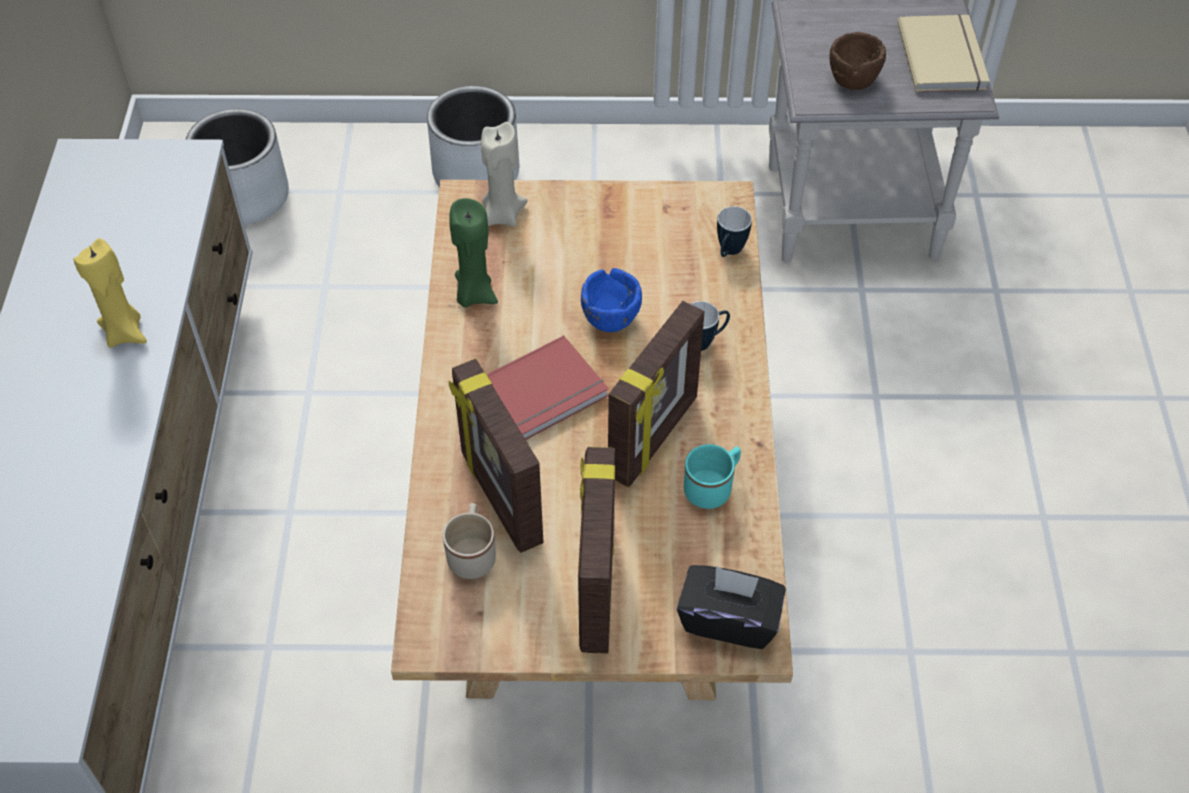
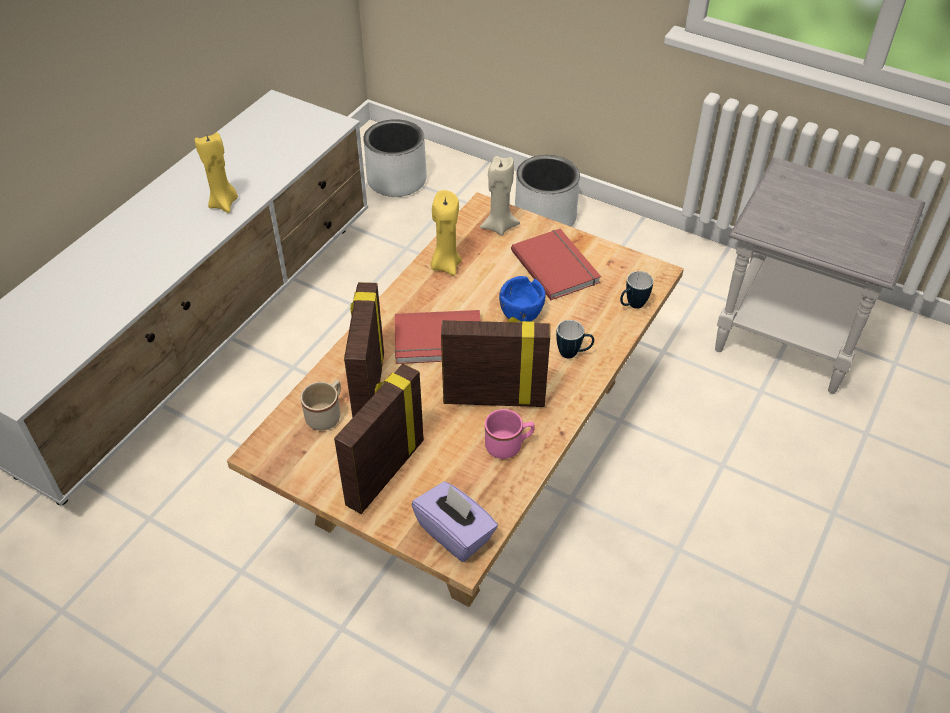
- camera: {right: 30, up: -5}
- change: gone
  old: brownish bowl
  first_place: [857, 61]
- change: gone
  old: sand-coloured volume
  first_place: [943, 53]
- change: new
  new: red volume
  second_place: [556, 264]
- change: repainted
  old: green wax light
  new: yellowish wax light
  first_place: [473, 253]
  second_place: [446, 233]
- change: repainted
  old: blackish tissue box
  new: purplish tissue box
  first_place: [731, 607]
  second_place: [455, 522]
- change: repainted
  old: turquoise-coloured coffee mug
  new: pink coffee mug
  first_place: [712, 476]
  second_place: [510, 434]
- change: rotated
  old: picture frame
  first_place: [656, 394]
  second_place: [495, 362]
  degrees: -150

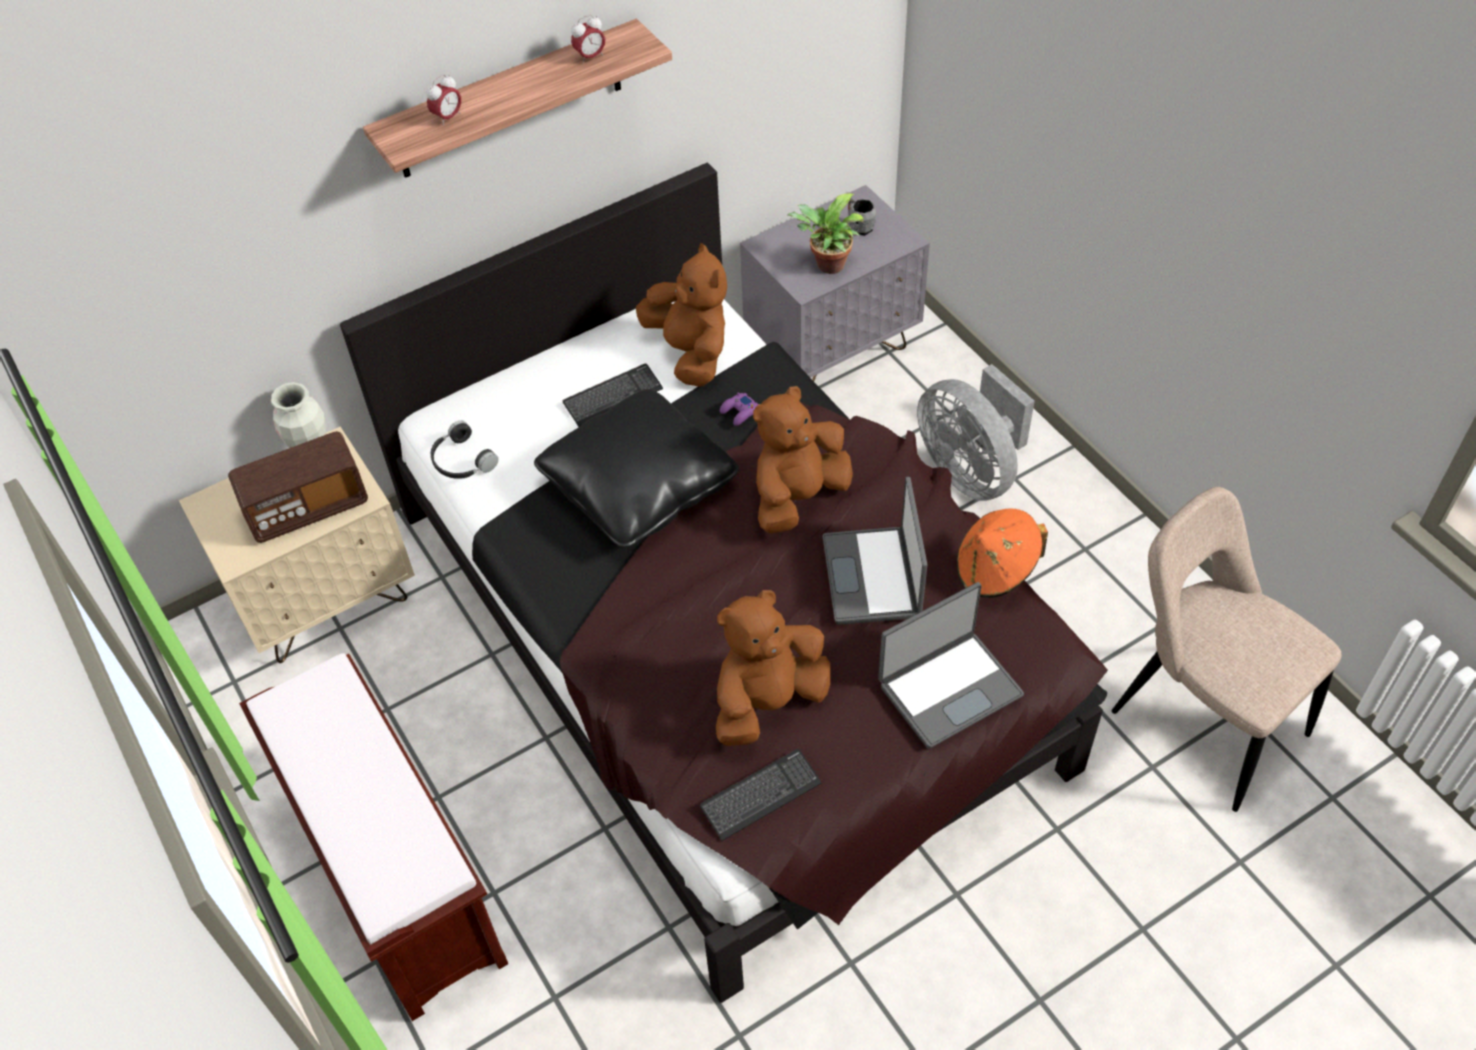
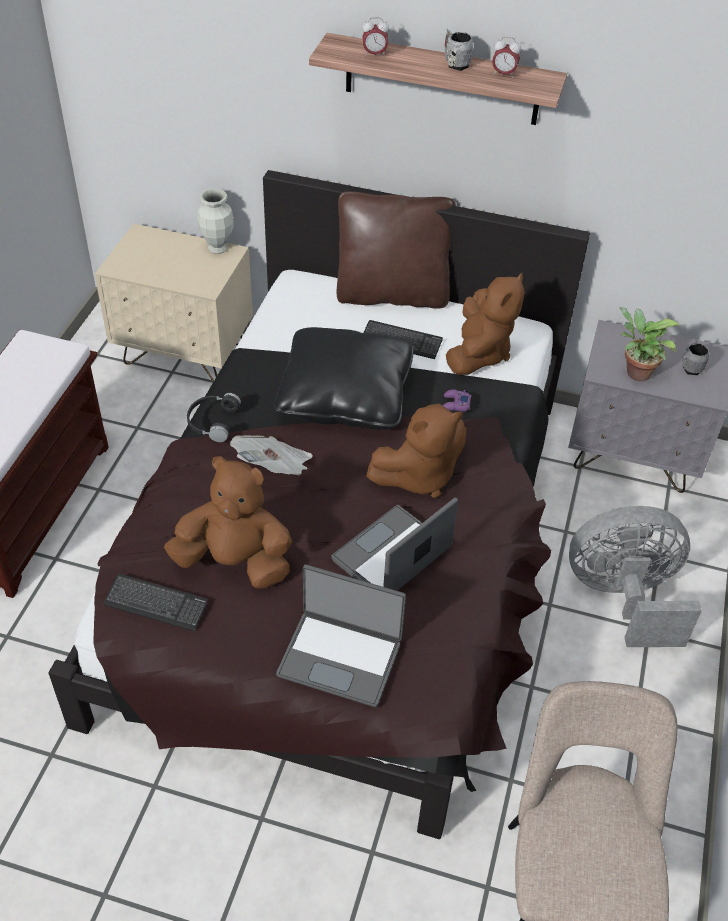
- camera: {right: 45, up: -5}
- change: gone
  old: radio receiver
  first_place: [298, 487]
- change: gone
  old: orangey hat
  first_place: [1002, 553]
- change: new
  new: printed paper
  second_place: [271, 455]
- change: new
  new: brownish throw pillow
  second_place: [396, 250]
- change: new
  new: grey coffee mug
  second_place: [459, 50]
- change: shifted
  old: blackish headset
  first_place: [464, 450]
  second_place: [214, 417]
- change: rotated
  old: brownish cuddly toy
  first_place: [803, 460]
  second_place: [416, 451]
  degrees: 150
- change: rotated
  old: grey fan
  first_place: [976, 432]
  second_place: [635, 576]
  degrees: 75

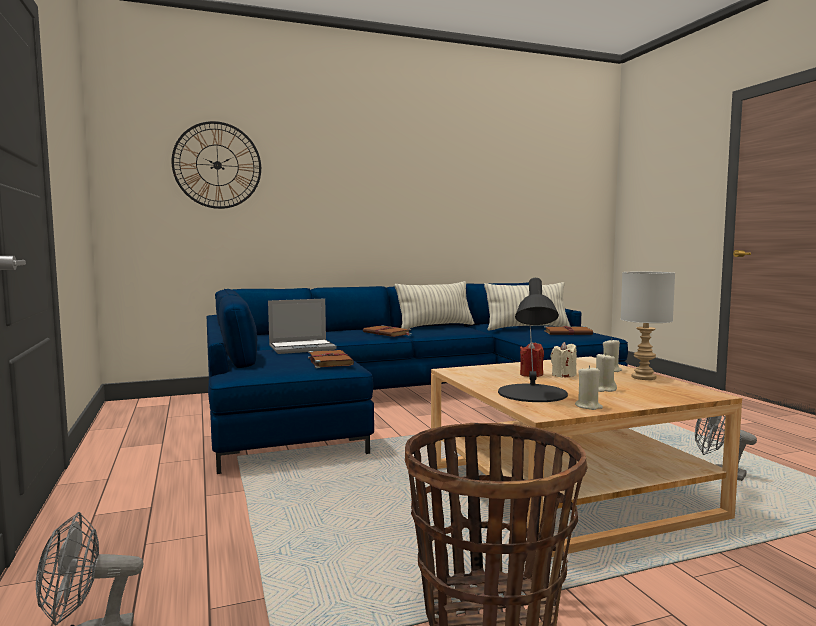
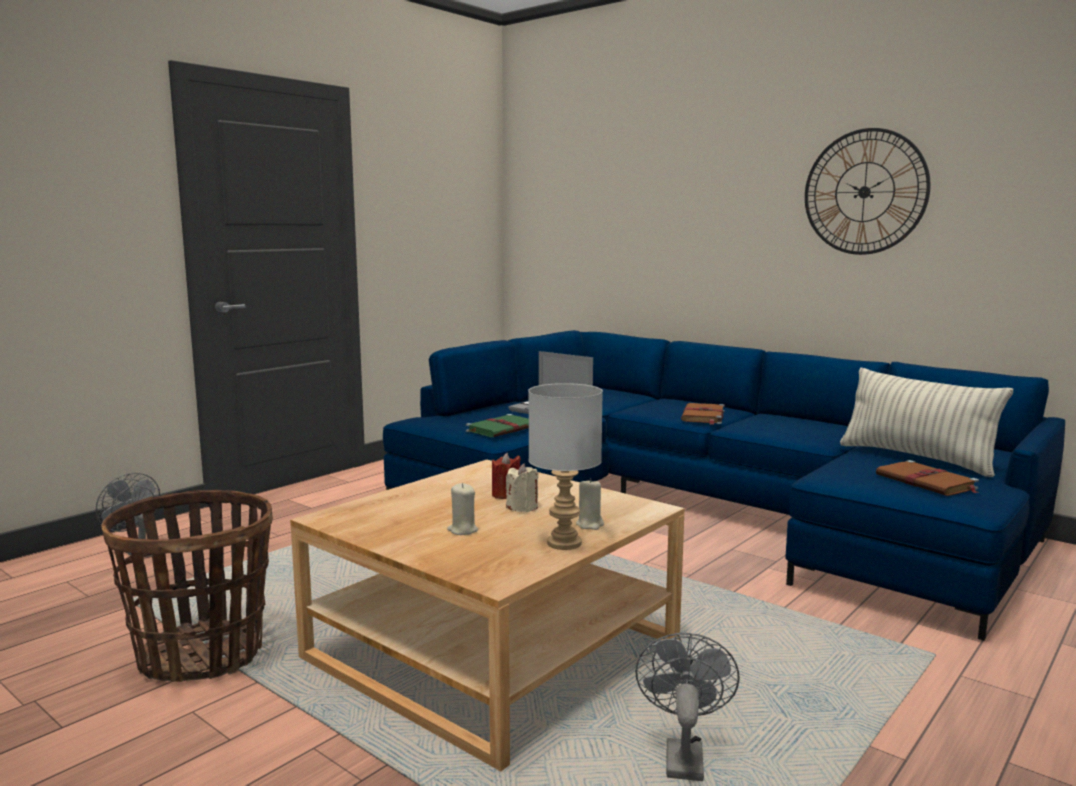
- camera: {right: 60, up: 5}
- change: gone
  old: throw pillow
  first_place: [434, 305]
- change: gone
  old: blackish tabletop lamp
  first_place: [533, 340]
- change: gone
  old: sand-coloured wax light
  first_place: [589, 387]
- change: shifted
  old: wall clock
  first_place: [216, 165]
  second_place: [868, 191]
- change: repainted
  old: brownish volume
  new: green volume
  first_place: [331, 359]
  second_place: [497, 426]

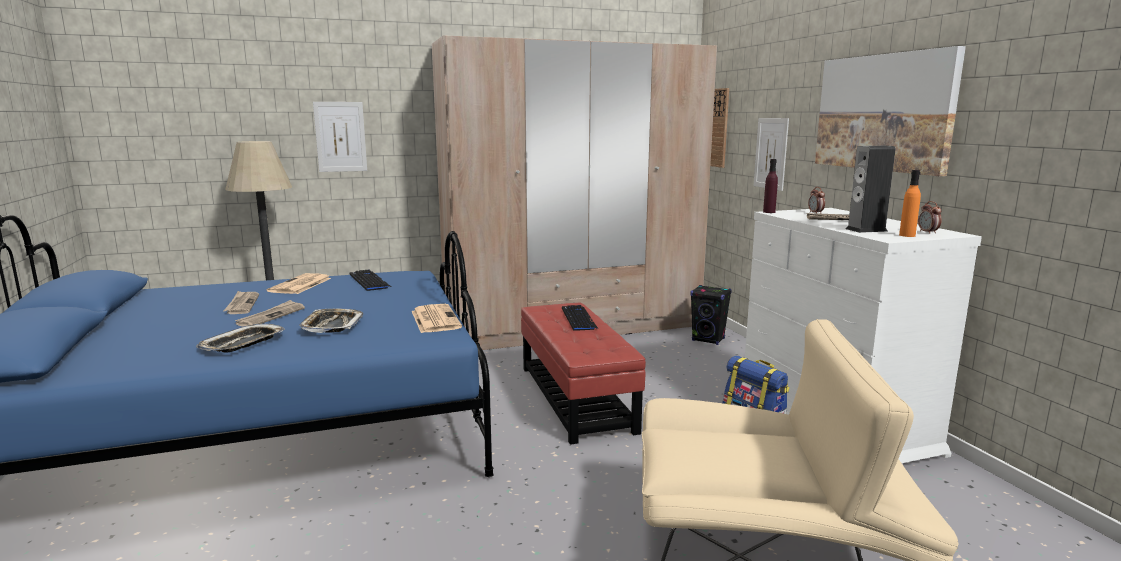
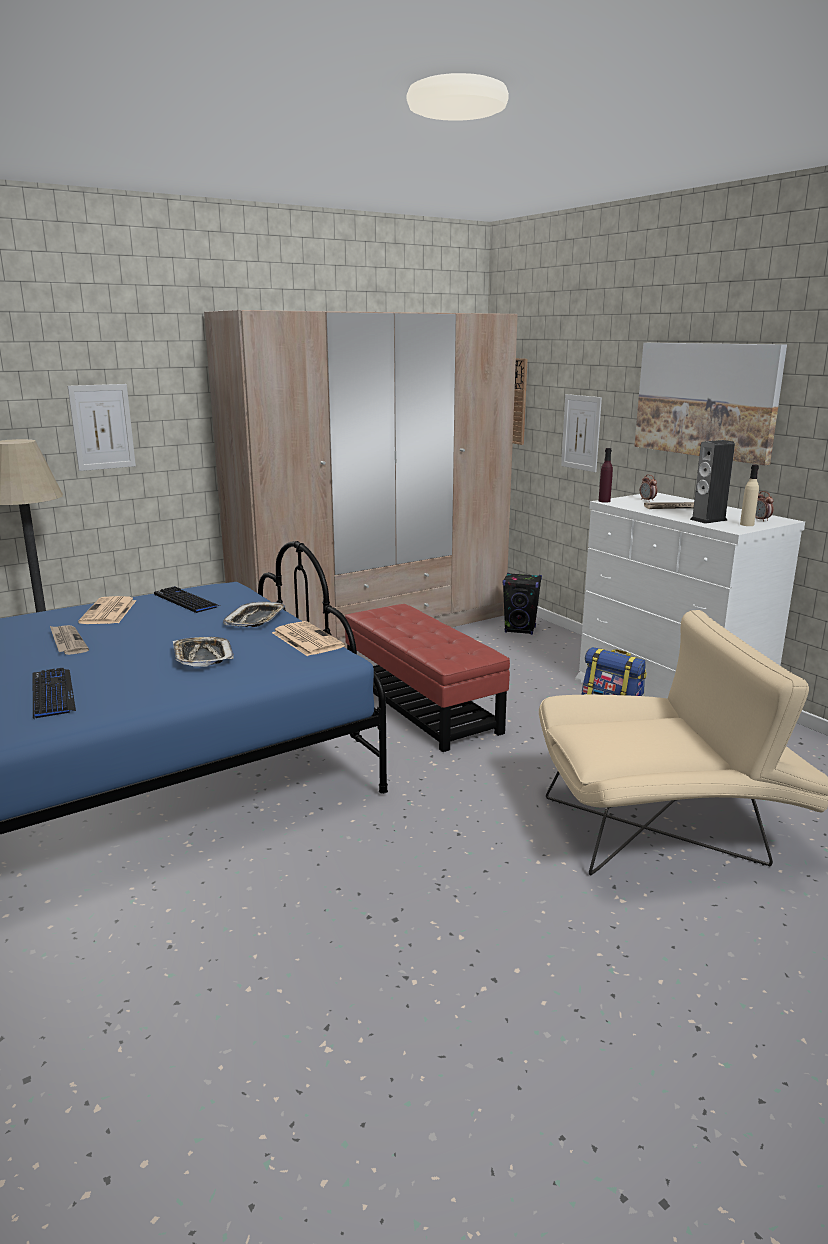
- camera: {right: -15, up: 5}
- change: gone
  old: printed paper
  first_place: [270, 313]
- change: shifted
  old: tray
  first_place: [240, 338]
  second_place: [254, 614]
- change: shifted
  old: computer keyboard
  first_place: [580, 318]
  second_place: [54, 693]
- change: repainted
  old: orangey beverage bottle
  new: sand-coloured beverage bottle
  first_place: [910, 203]
  second_place: [749, 495]

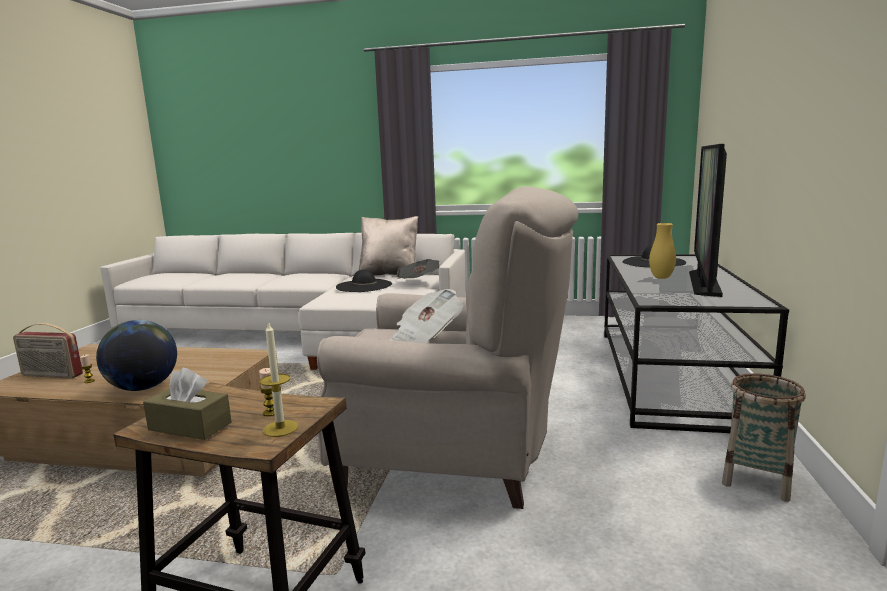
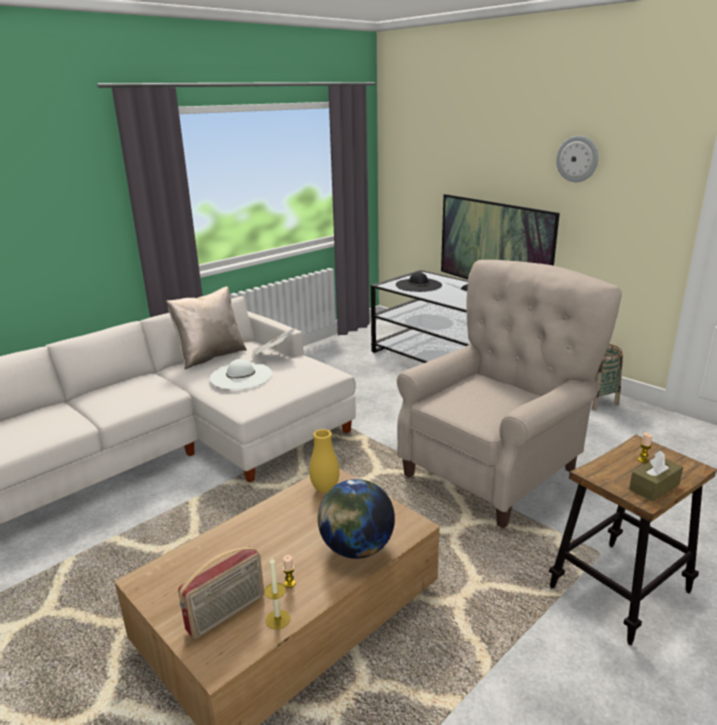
- camera: {right: -55, up: 10}
- change: gone
  old: printed paper
  first_place: [426, 316]
- change: new
  new: wall clock
  second_place: [577, 159]
- change: shifted
  old: wax light
  first_place: [279, 379]
  second_place: [277, 593]
- change: shifted
  old: yellowish flower vase
  first_place: [662, 251]
  second_place: [324, 461]
- change: repainted
  old: blackish hat
  new: white-coloured hat
  first_place: [364, 281]
  second_place: [240, 374]

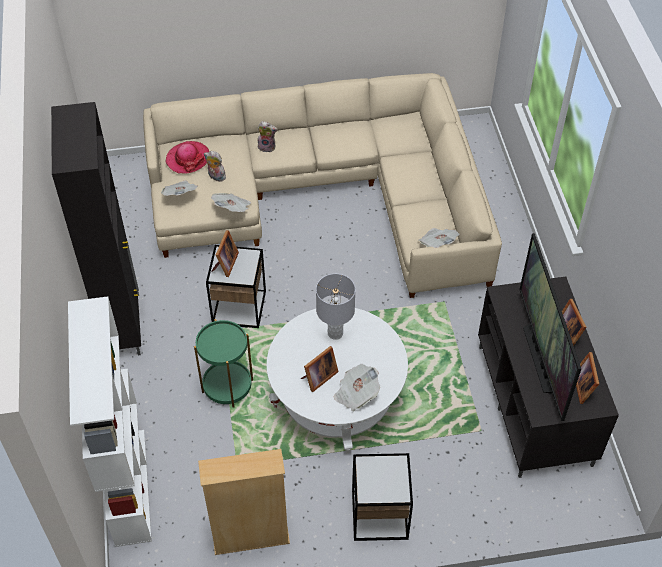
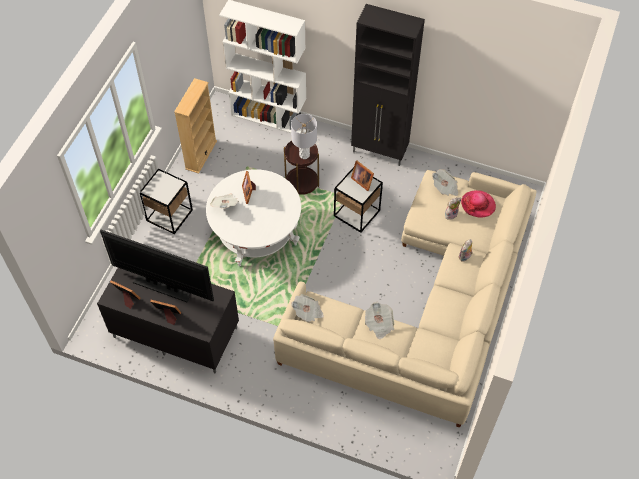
- camera: {right: 120, up: 5}
- change: shifted
  old: printed paper
  first_place: [231, 202]
  second_place: [380, 320]
- change: shifted
  old: grey tabletop lamp
  first_place: [335, 307]
  second_place: [304, 136]
- change: repainted
  old: green accent table
  new: brownish accent table
  first_place: [223, 363]
  second_place: [301, 168]

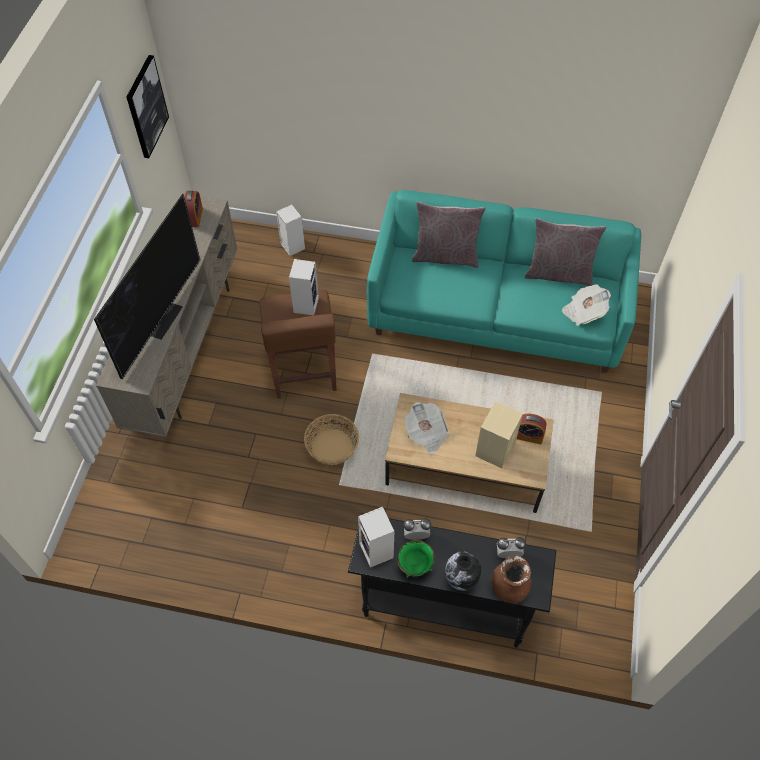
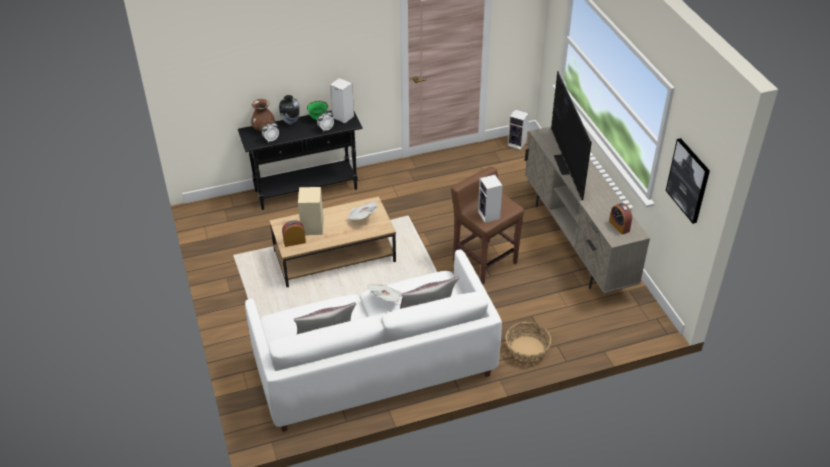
- camera: {right: 150, up: -15}
- change: shifted
  old: speaker
  first_place: [290, 230]
  second_place: [518, 129]
- change: shifted
  old: household basket
  first_place: [331, 439]
  second_place: [528, 342]
- change: shifted
  old: printed paper
  first_place: [586, 305]
  second_place: [385, 293]
- change: repainted
  old: turquoise-coloured sofa
  new: white-coloured sofa
  first_place: [504, 281]
  second_place: [373, 341]

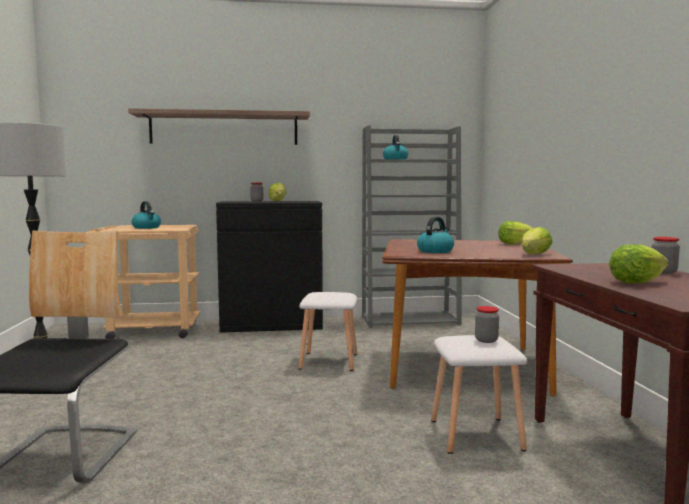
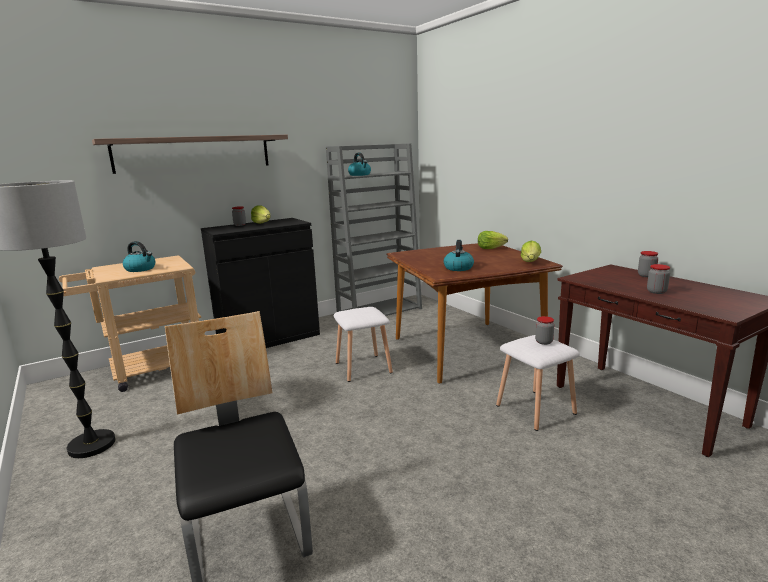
- camera: {right: -25, up: 10}
- change: swapped
  old: head of lettuce
  new: storage jar
  first_place: [639, 263]
  second_place: [658, 279]

